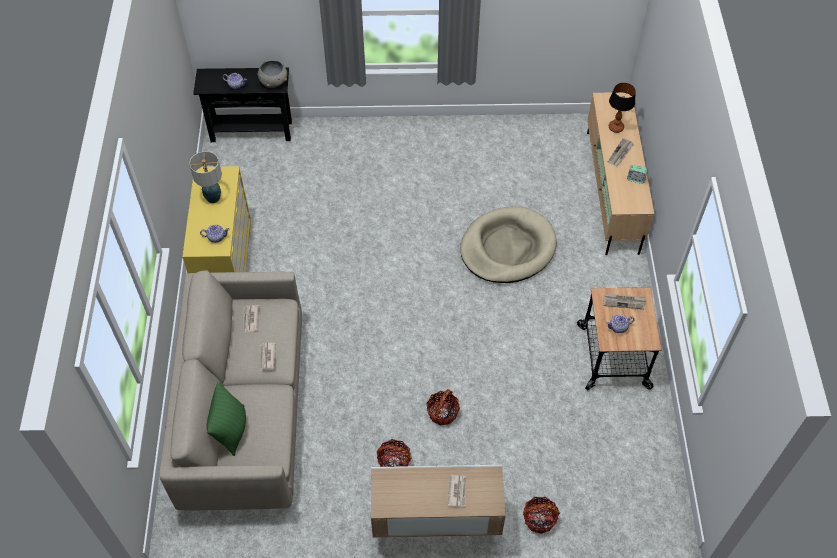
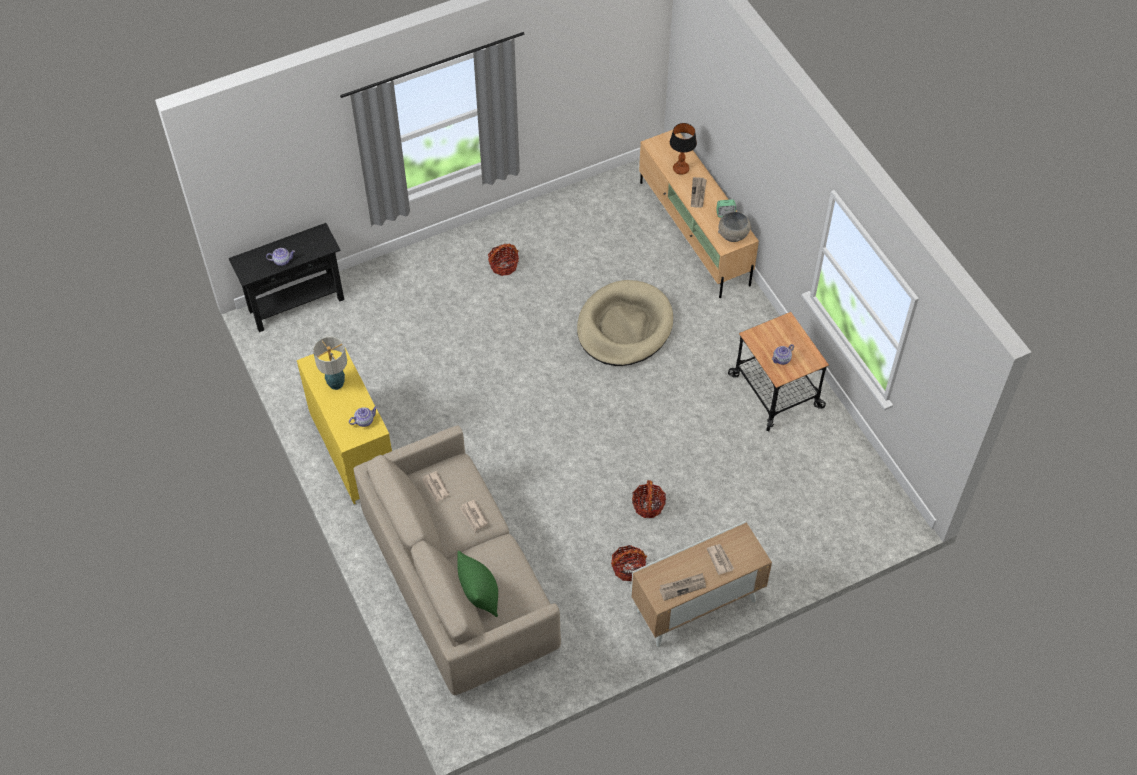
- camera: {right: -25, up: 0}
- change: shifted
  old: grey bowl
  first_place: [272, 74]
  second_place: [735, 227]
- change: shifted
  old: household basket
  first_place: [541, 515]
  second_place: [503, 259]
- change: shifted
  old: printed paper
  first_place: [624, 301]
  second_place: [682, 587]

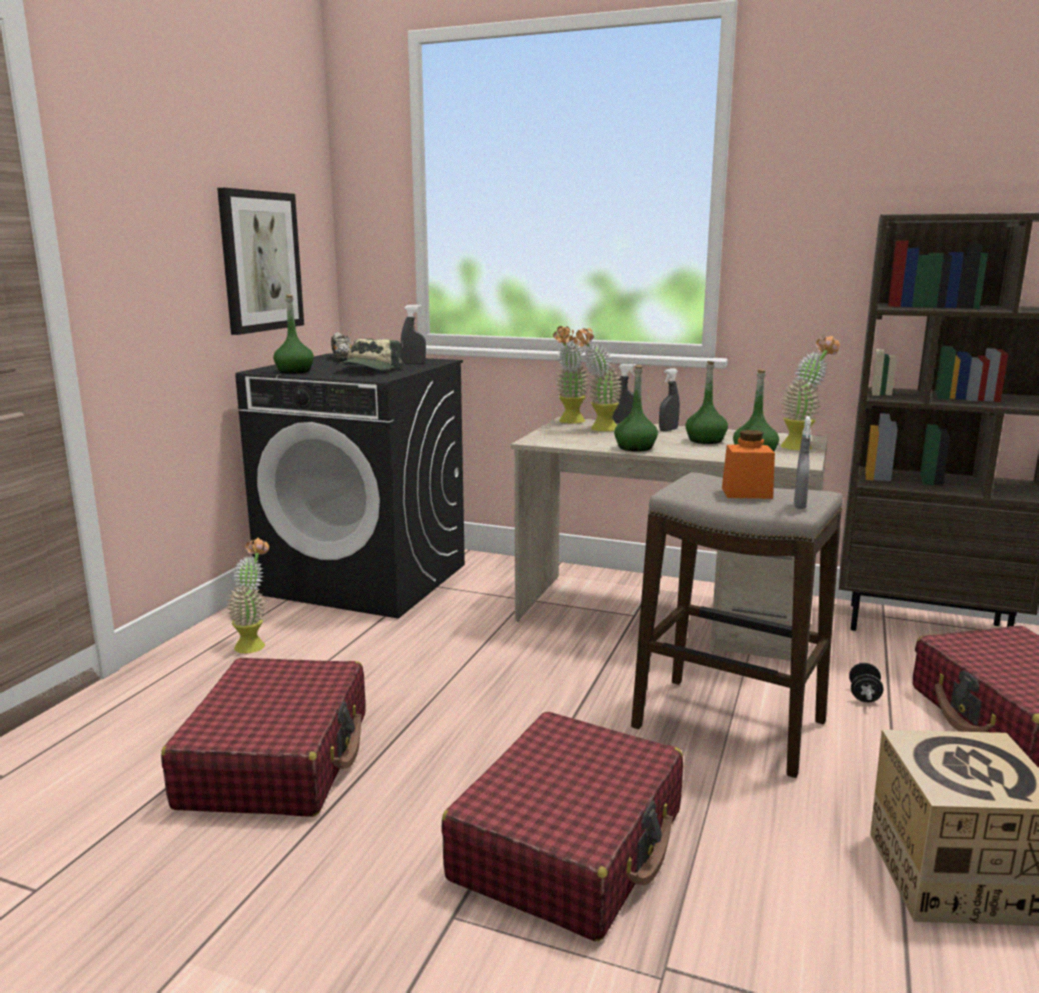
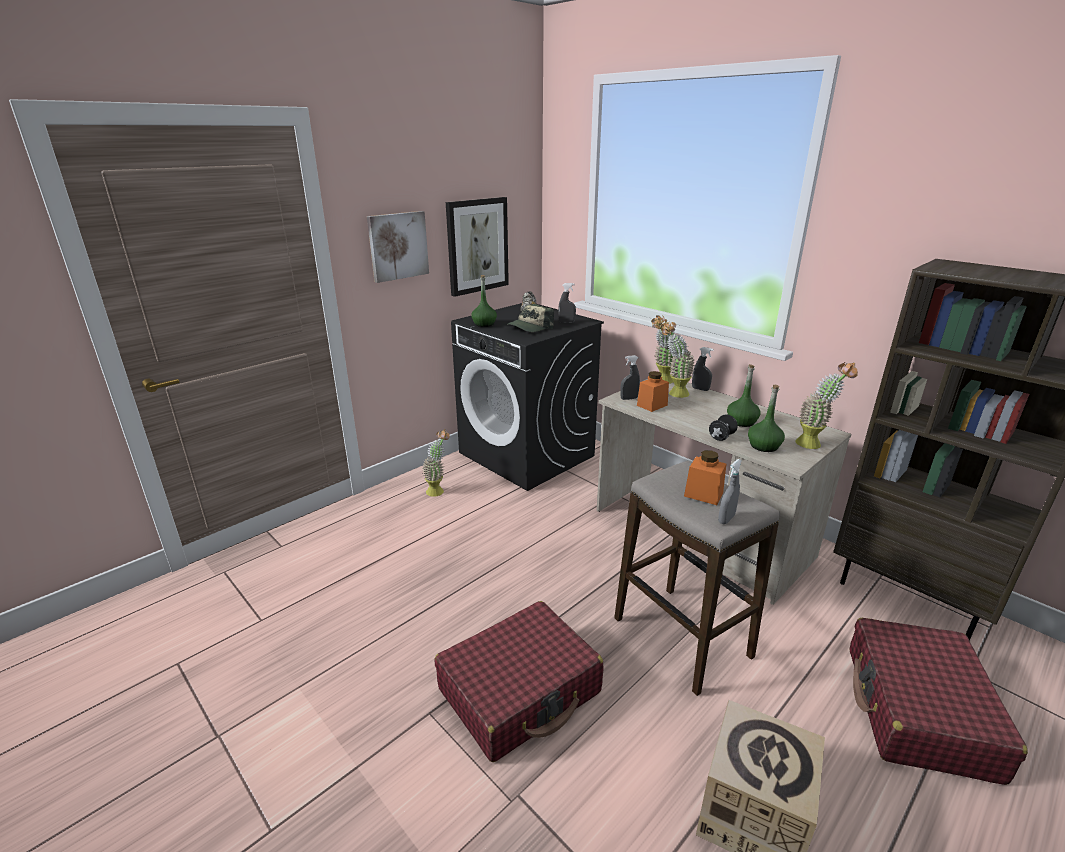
- camera: {right: 25, up: 10}
- change: gone
  old: red piece of luggage
  first_place: [263, 737]
- change: gone
  old: green beverage bottle
  first_place: [636, 408]
- change: new
  new: picture
  second_place: [398, 247]
- change: new
  new: orangey storage jar
  second_place: [653, 391]
- change: shifted
  old: grey hand sprayer
  first_place: [669, 399]
  second_place: [630, 377]
- change: shifted
  old: blackish dumbbell
  first_place: [866, 682]
  second_place: [723, 428]

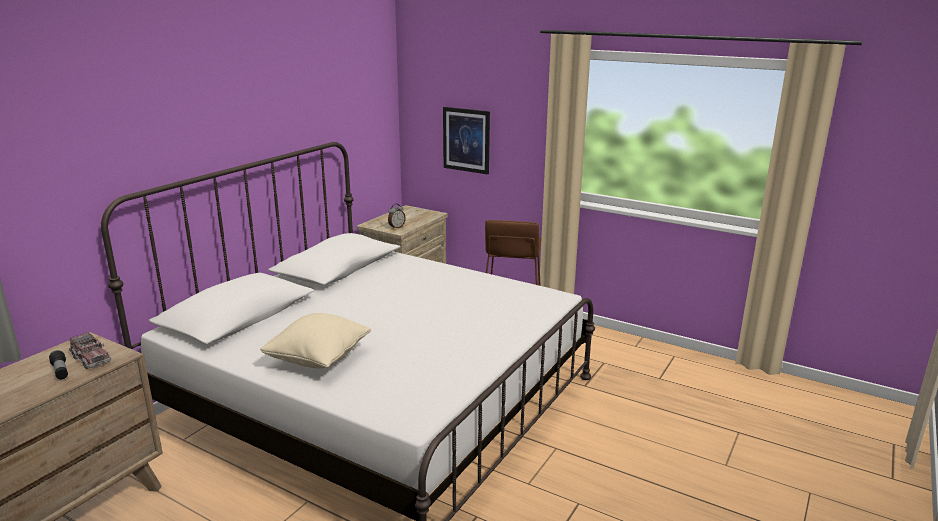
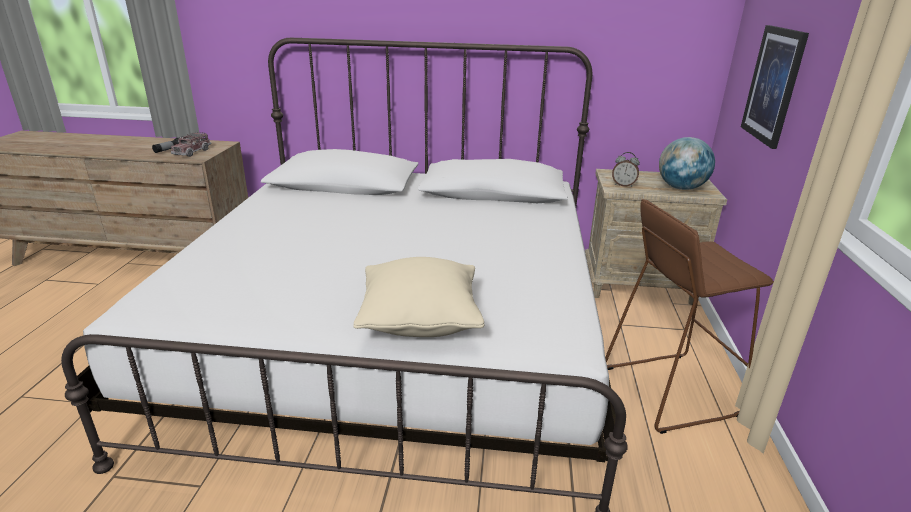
- camera: {right: 65, up: 5}
- change: new
  new: desk globe
  second_place: [687, 163]
- change: shifted
  old: sand-coloured throw pillow
  first_place: [315, 340]
  second_place: [419, 297]

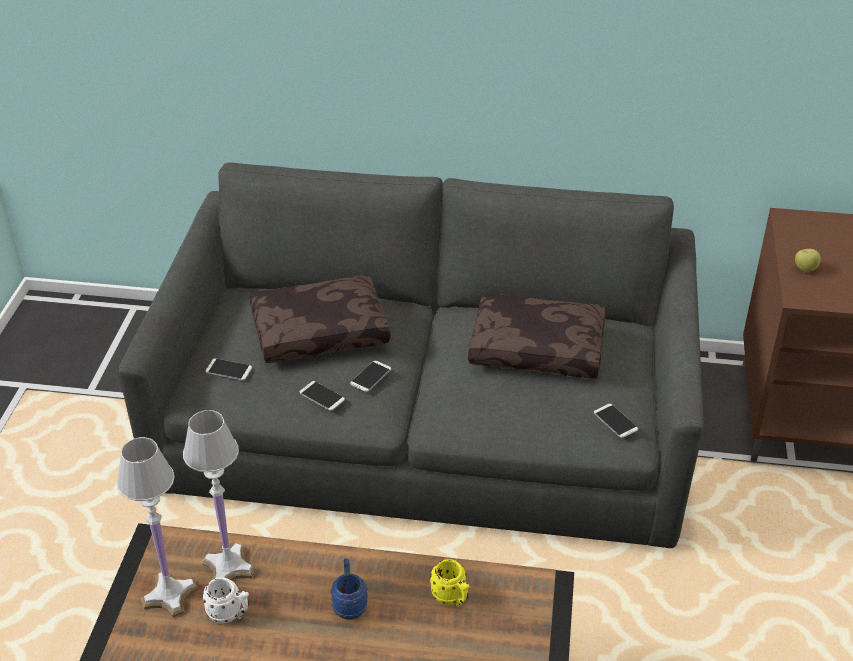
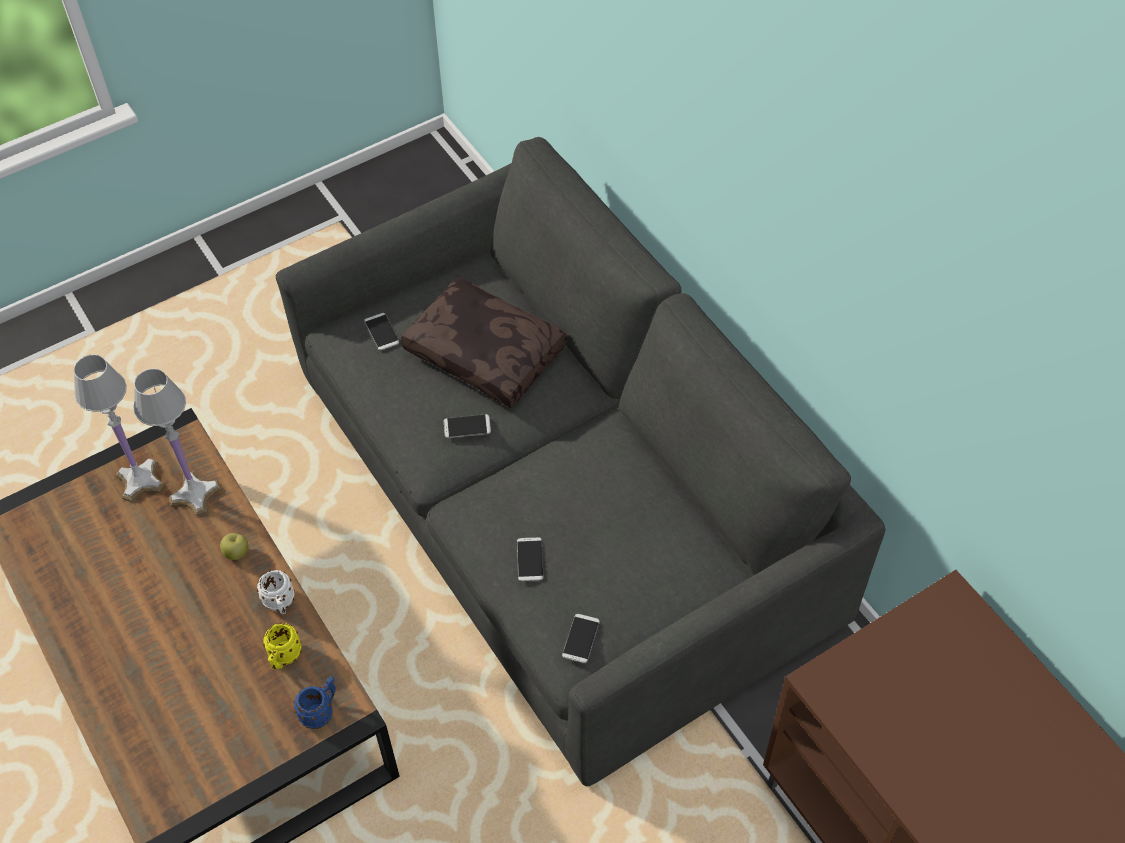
- camera: {right: 50, up: 15}
- change: gone
  old: brownish throw pillow
  first_place: [537, 335]
- change: shifted
  old: white-coloured coffee mug
  first_place: [225, 600]
  second_place: [276, 592]
- change: shifted
  old: telephone
  first_place: [322, 396]
  second_place: [530, 559]
- change: shifted
  old: blue coffee mug
  first_place: [349, 589]
  second_place: [315, 702]
- change: shifted
  old: apple
  first_place: [808, 260]
  second_place: [234, 546]

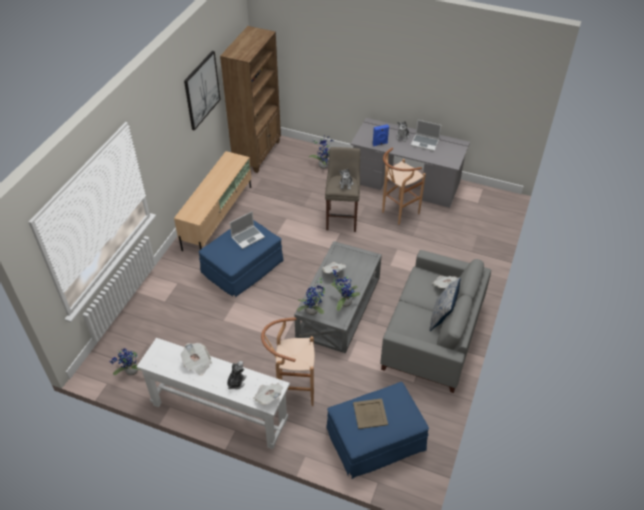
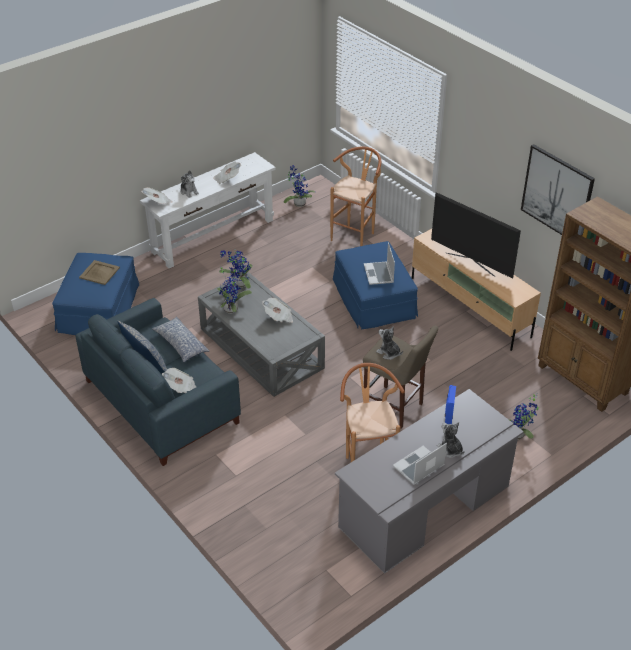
- camera: {right: 120, up: -5}
- change: new
  new: throw pillow
  second_place: [181, 339]
- change: new
  new: television
  second_place: [476, 235]
- change: shifted
  old: brownish sitting stool
  first_place: [288, 361]
  second_place: [355, 196]
- change: repainted
  old: grey sofa
  new: blue sofa
  first_place: [435, 321]
  second_place: [158, 382]

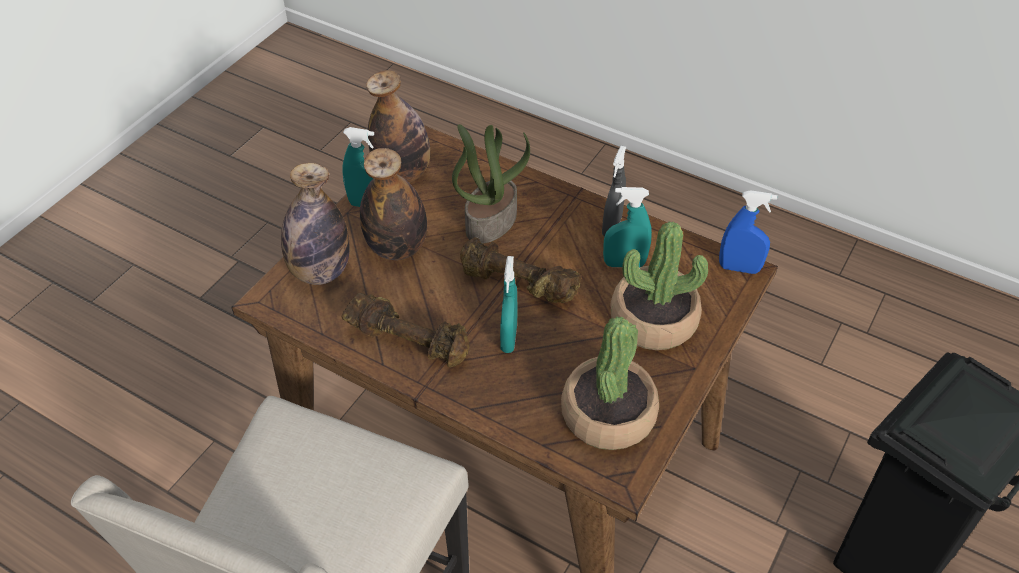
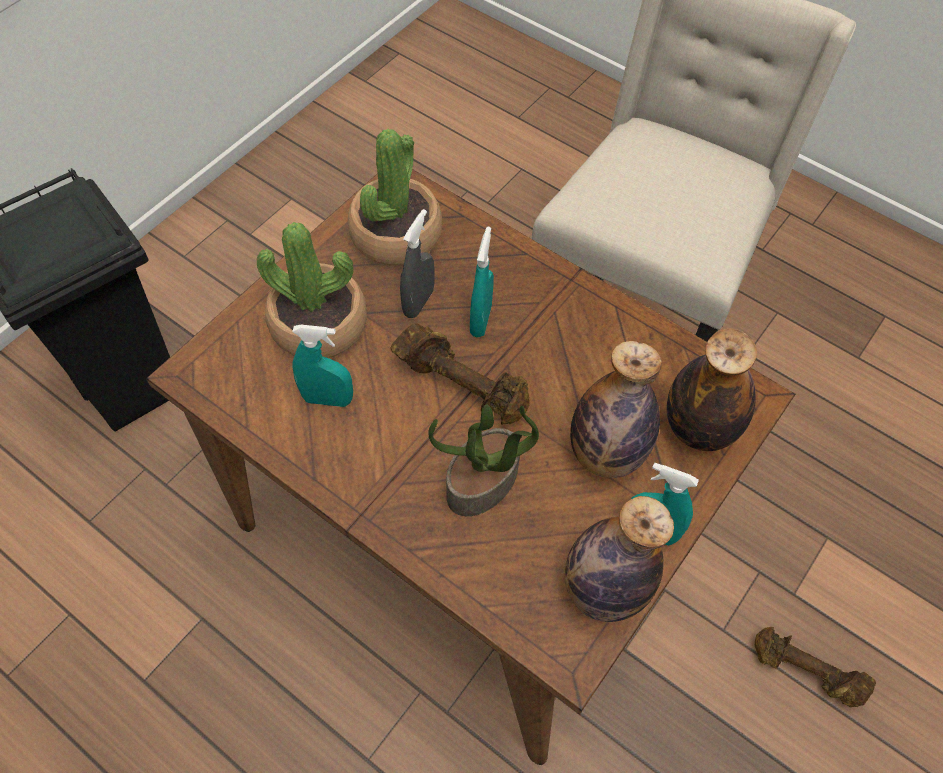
- camera: {right: -175, up: 10}
- change: gone
  old: blue hand sprayer
  first_place: [748, 232]
- change: shifted
  old: brownish dumbbell
  first_place: [406, 330]
  second_place: [815, 667]
- change: shifted
  old: grey hand sprayer
  first_place: [614, 191]
  second_place: [417, 263]

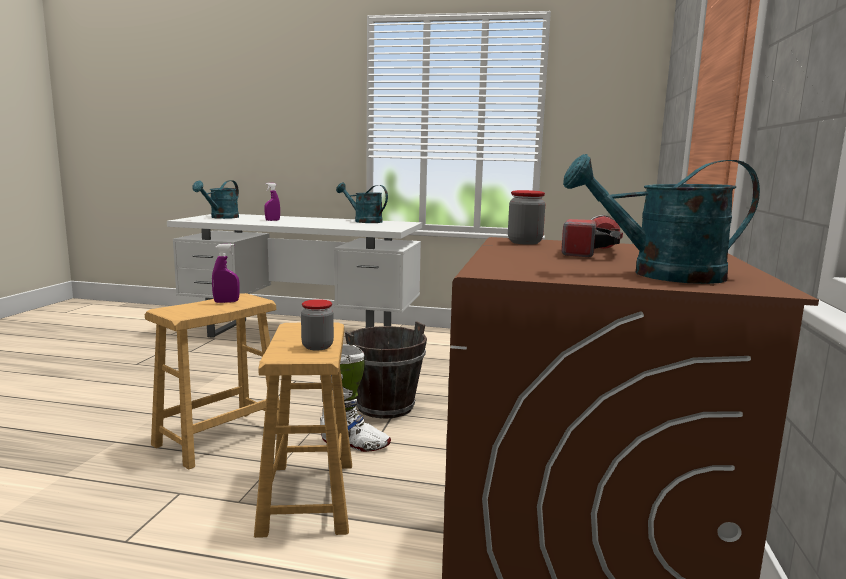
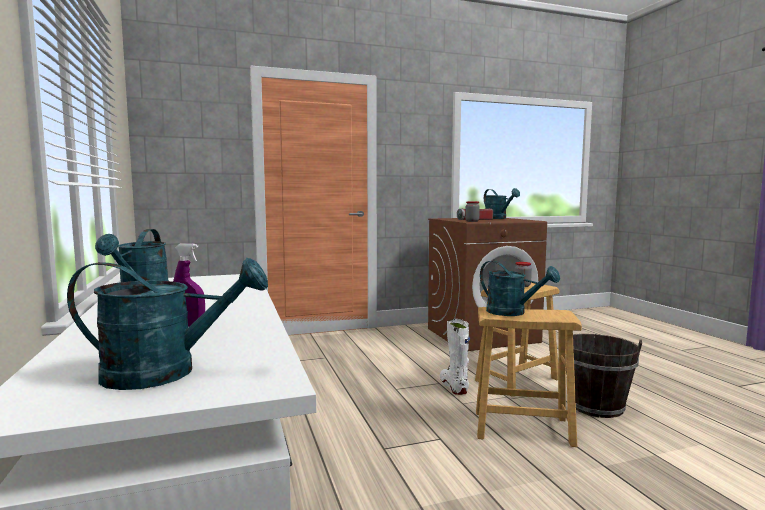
- camera: {right: -120, up: -5}
- change: shifted
  old: brownish bucket
  first_place: [386, 370]
  second_place: [604, 376]
- change: swapped
  old: purplish hand sprayer
  new: turquoise-coloured sprinkling can
  first_place: [226, 273]
  second_place: [520, 288]

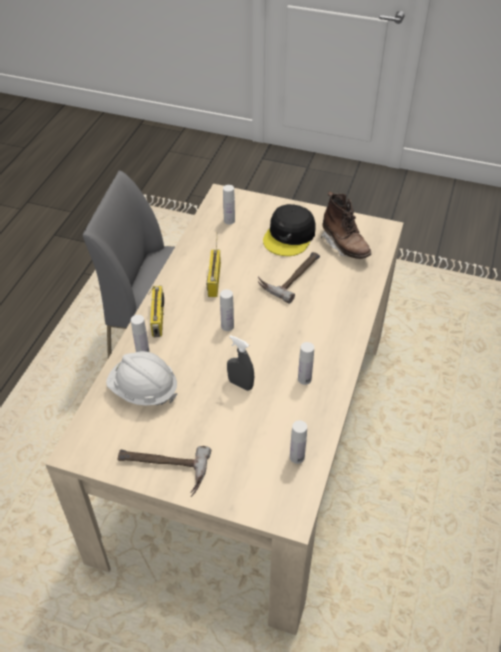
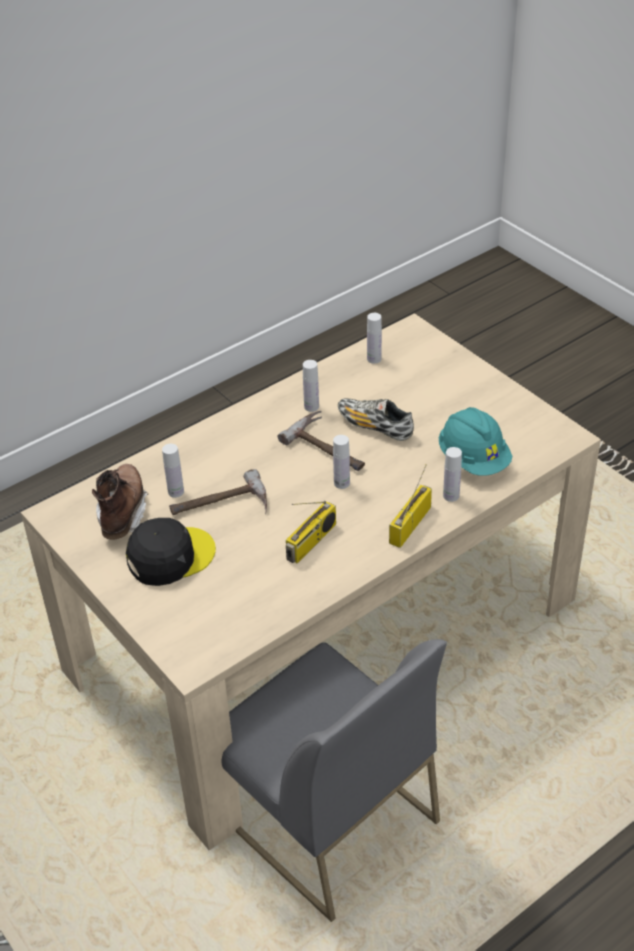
- camera: {right: -145, up: -5}
- change: shifted
  old: tool hammer
  first_place: [164, 471]
  second_place: [321, 441]
- change: shifted
  old: white-coloured beverage bottle
  first_place: [229, 204]
  second_place: [173, 471]
- change: swapped
  old: grey hand sprayer
  new: item of footwear
  first_place: [240, 363]
  second_place: [376, 420]
- change: repainted
  old: white-coloured hard hat
  new: turquoise-coloured hard hat
  first_place: [141, 378]
  second_place: [475, 441]

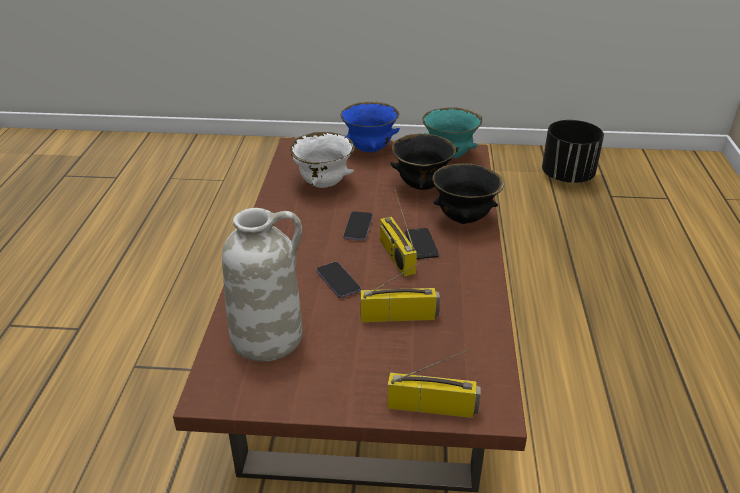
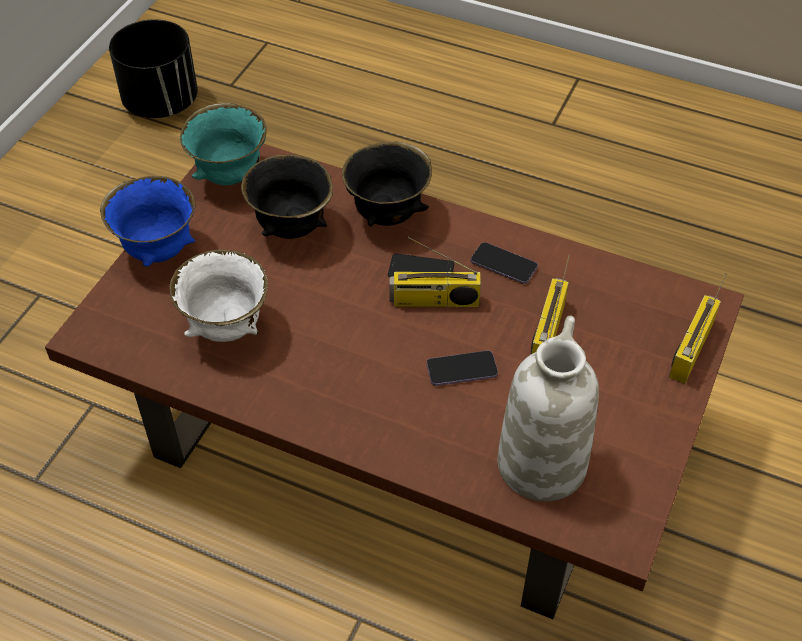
- camera: {right: -70, up: 15}
- change: shifted
  old: telephone
  first_place: [358, 226]
  second_place: [504, 263]

